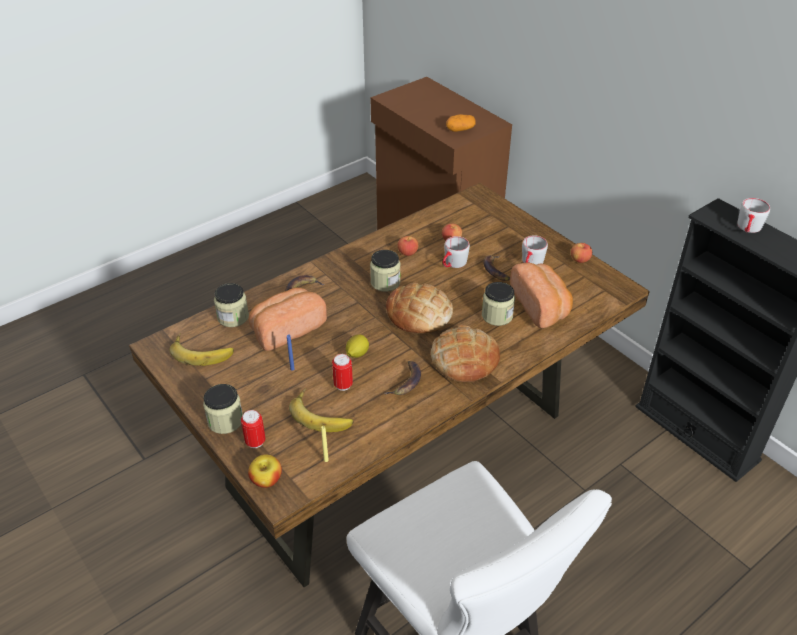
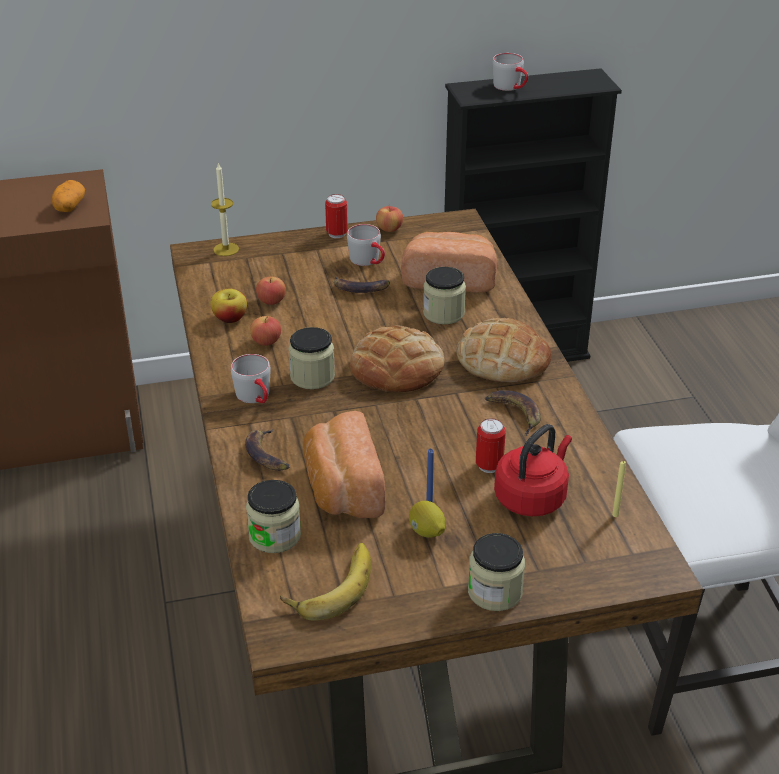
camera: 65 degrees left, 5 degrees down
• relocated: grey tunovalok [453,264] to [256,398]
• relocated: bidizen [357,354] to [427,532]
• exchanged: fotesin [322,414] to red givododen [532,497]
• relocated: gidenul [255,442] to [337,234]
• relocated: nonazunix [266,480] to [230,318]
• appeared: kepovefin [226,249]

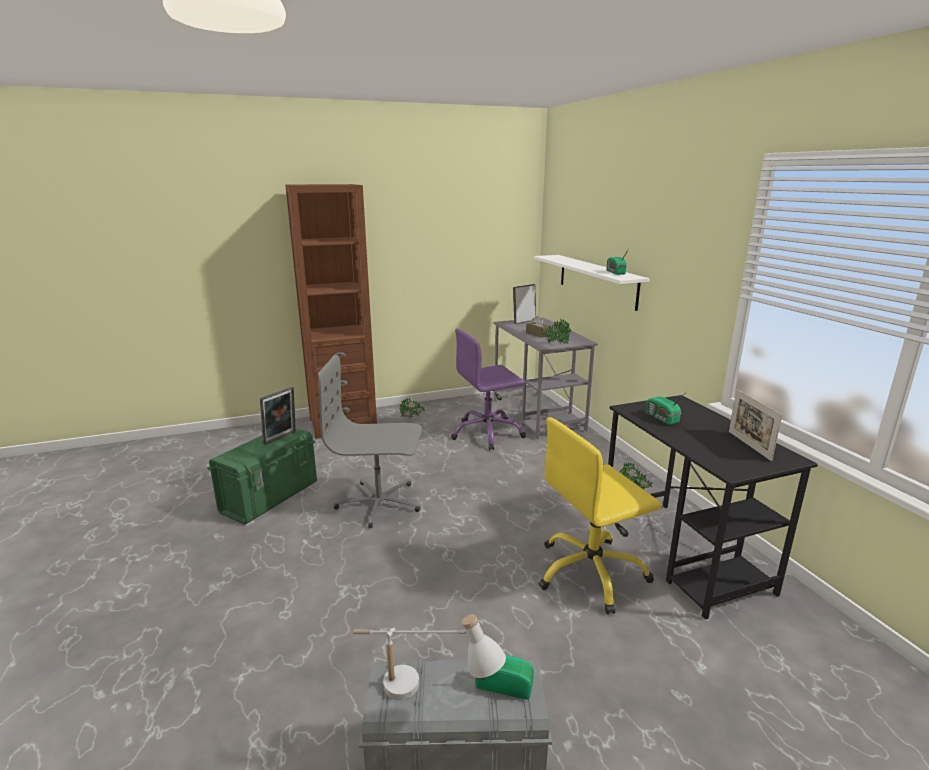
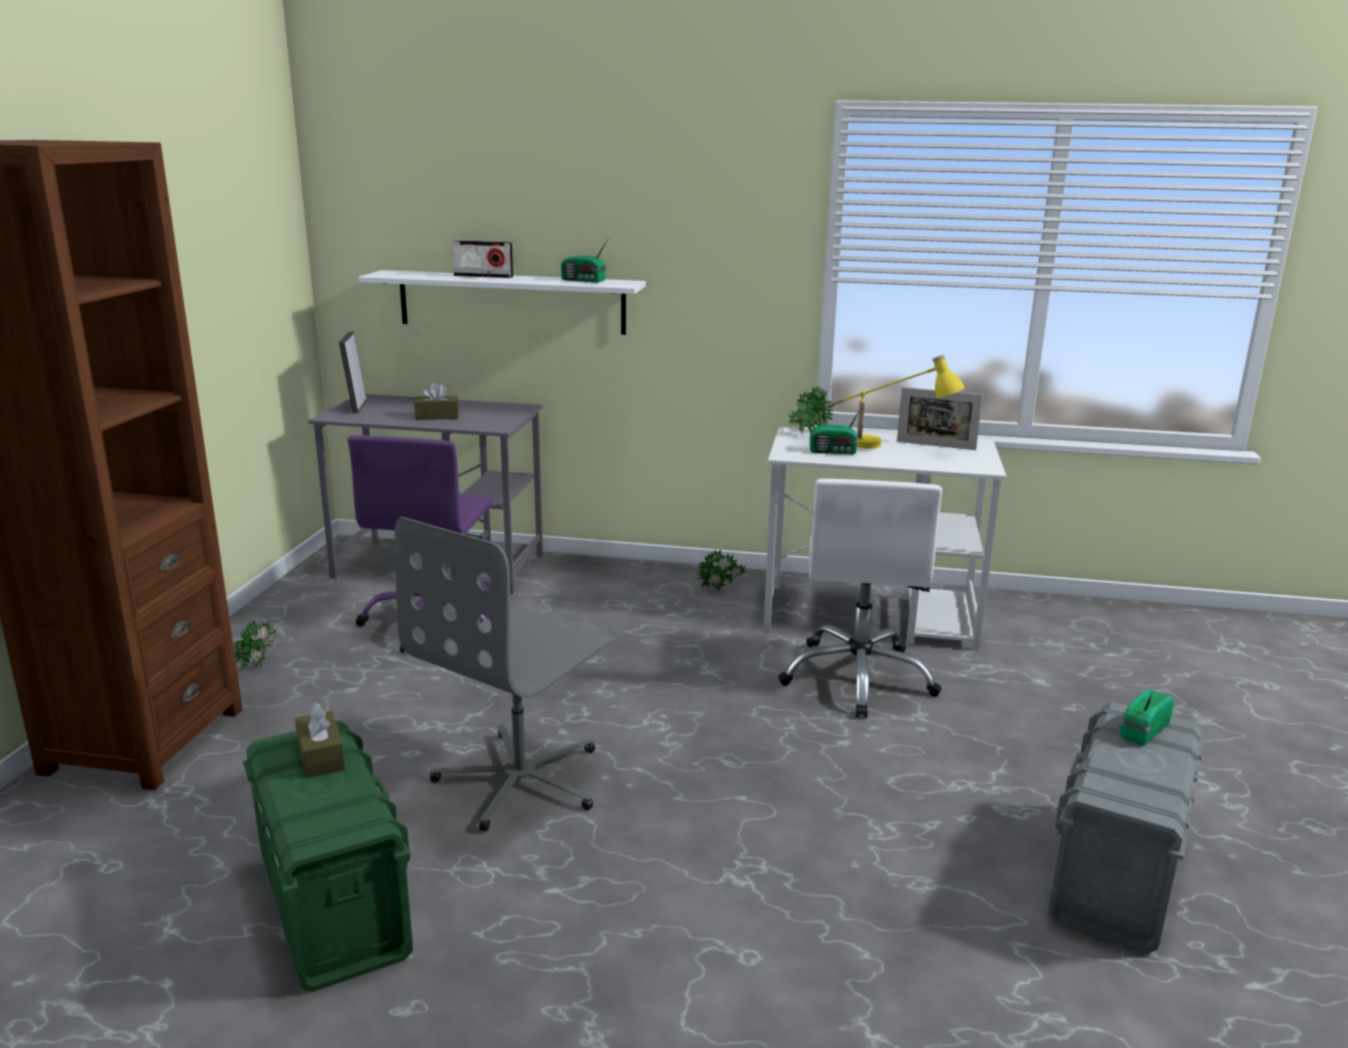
camera: 60 degrees left, 0 degrees up
• relocated: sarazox [556,344] to [808,433]
• exchanged: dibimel [281,438] to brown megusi [321,756]
• colour: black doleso [683,555] to white doleso [872,617]
• colour: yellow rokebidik [591,573] to white rokebidik [858,678]
• missing: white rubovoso [424,696]
• appeared: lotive [483,276]
• appeared: yellow rubovoso [887,447]

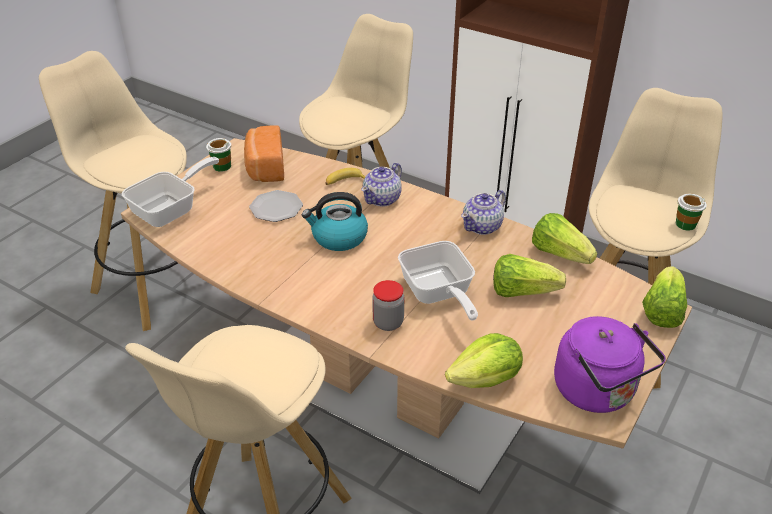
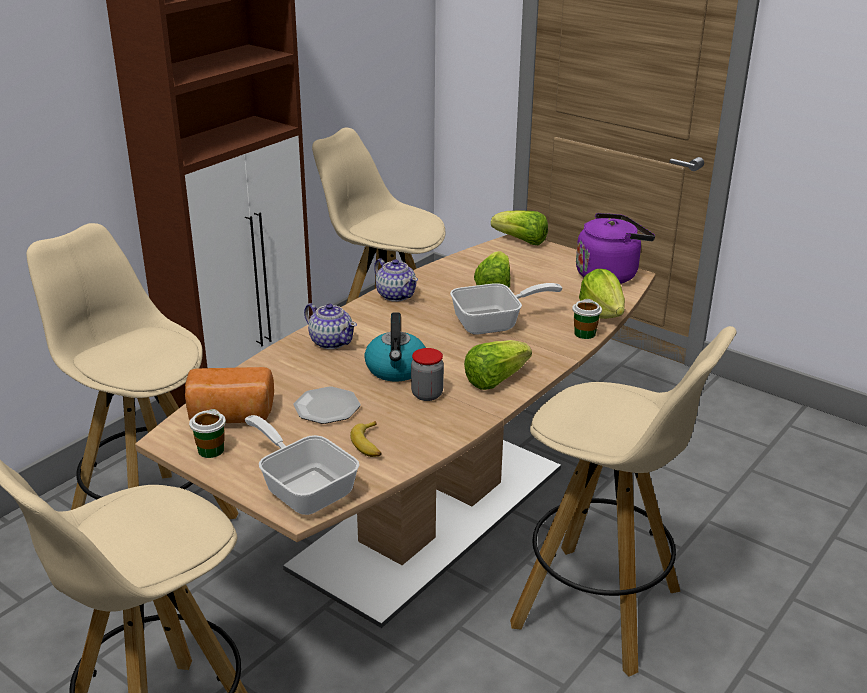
camera: 85 degrees left, 10 degrees down
• relocated: fotesin [344,182] to [369,444]
• relocated: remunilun [685,224] to [584,334]
• relocated: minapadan [559,253] to [495,380]
• relocated: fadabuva [388,322] to [427,394]

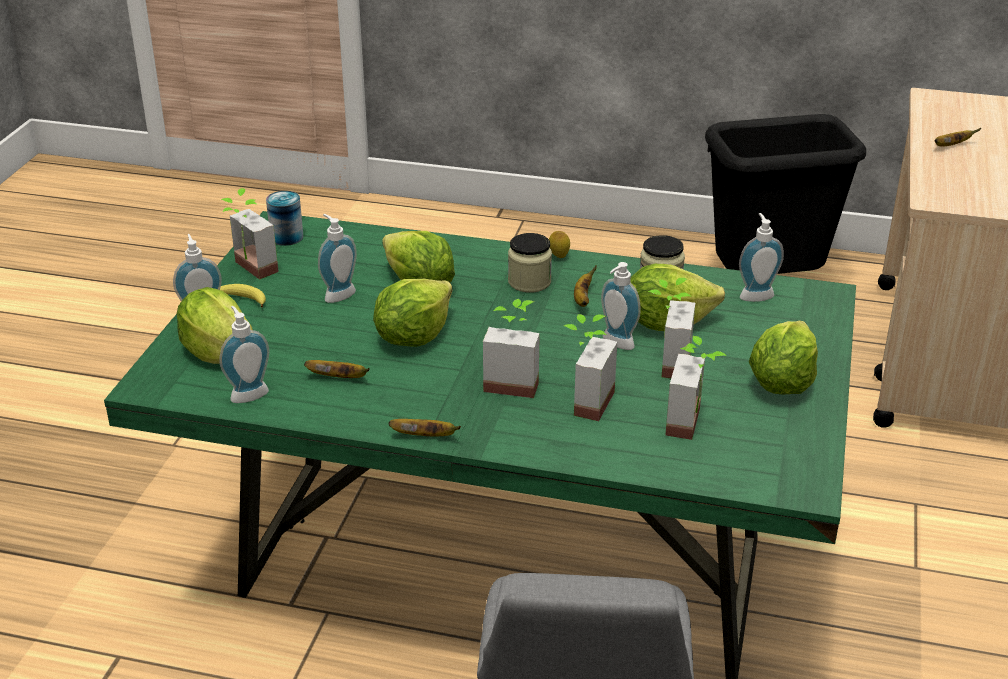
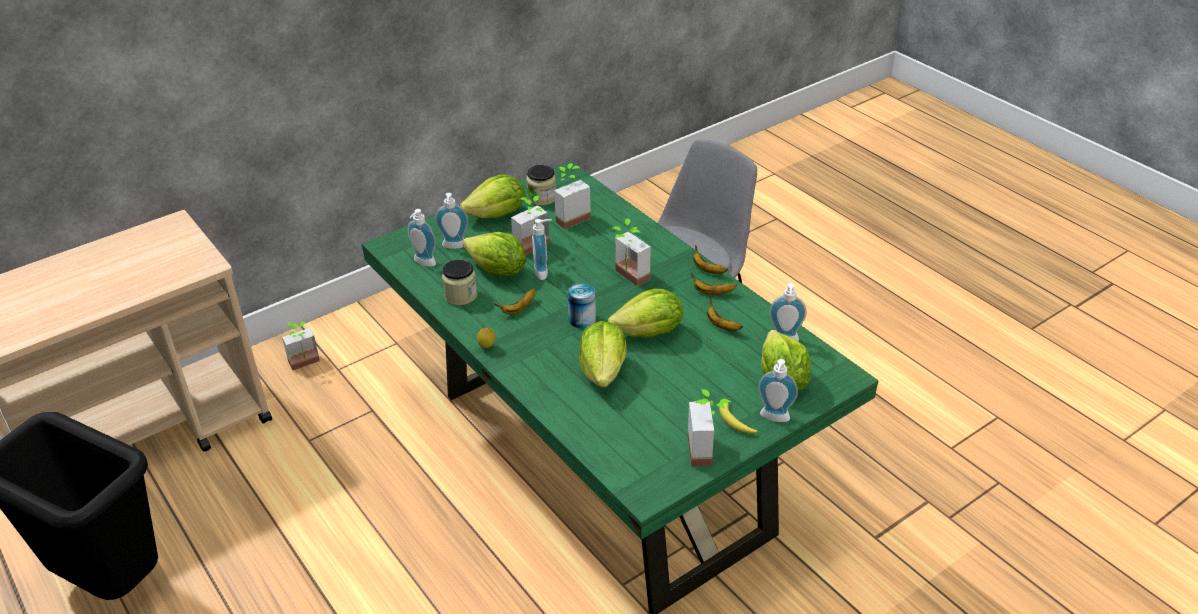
camera: 140 degrees left, 5 degrees up
• relocated: fotesin [951,145] to [712,292]
• relocated: gidenul [286,237] to [582,319]
• relocated: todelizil [337,294] to [454,247]
• relocated: fadabuva [529,282] to [542,198]
• relocated: sarazox [583,401] to [306,365]

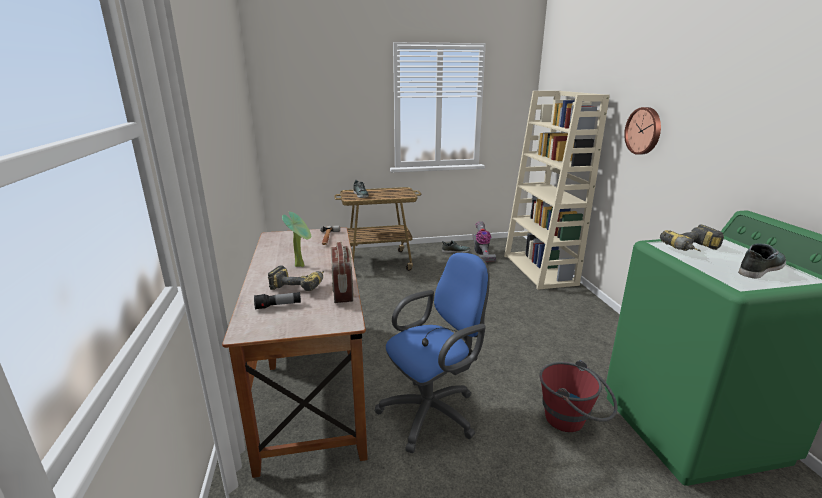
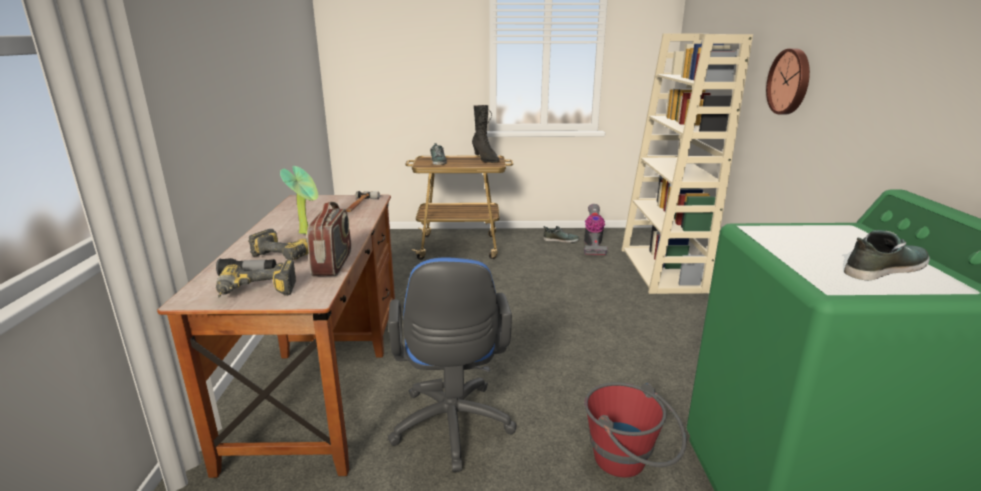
camera: 10 degrees right, 0 degrees up
• relocated: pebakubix [693,250] to [256,294]
• spun: blue rokebidik [433,412] = [452,429] 105 degrees clockwise
• appeared: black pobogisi [485,159]

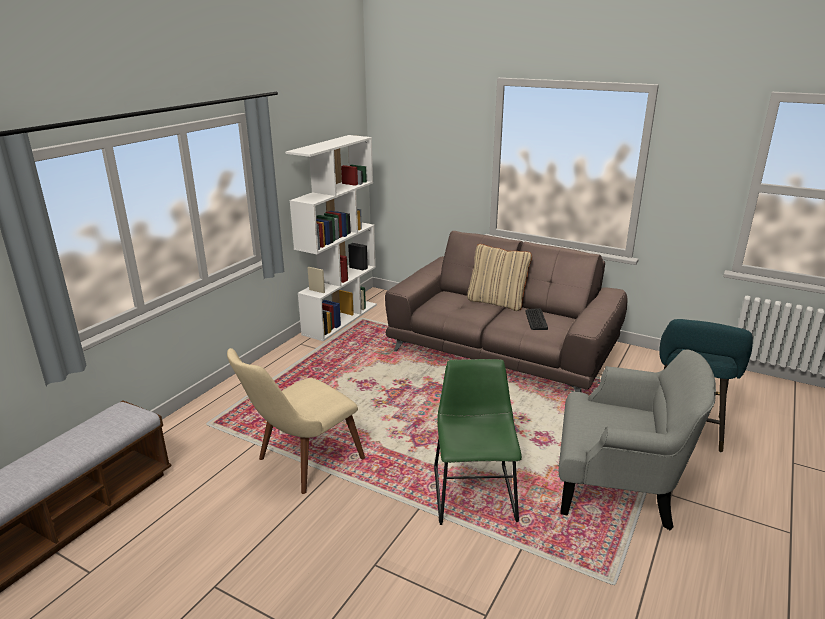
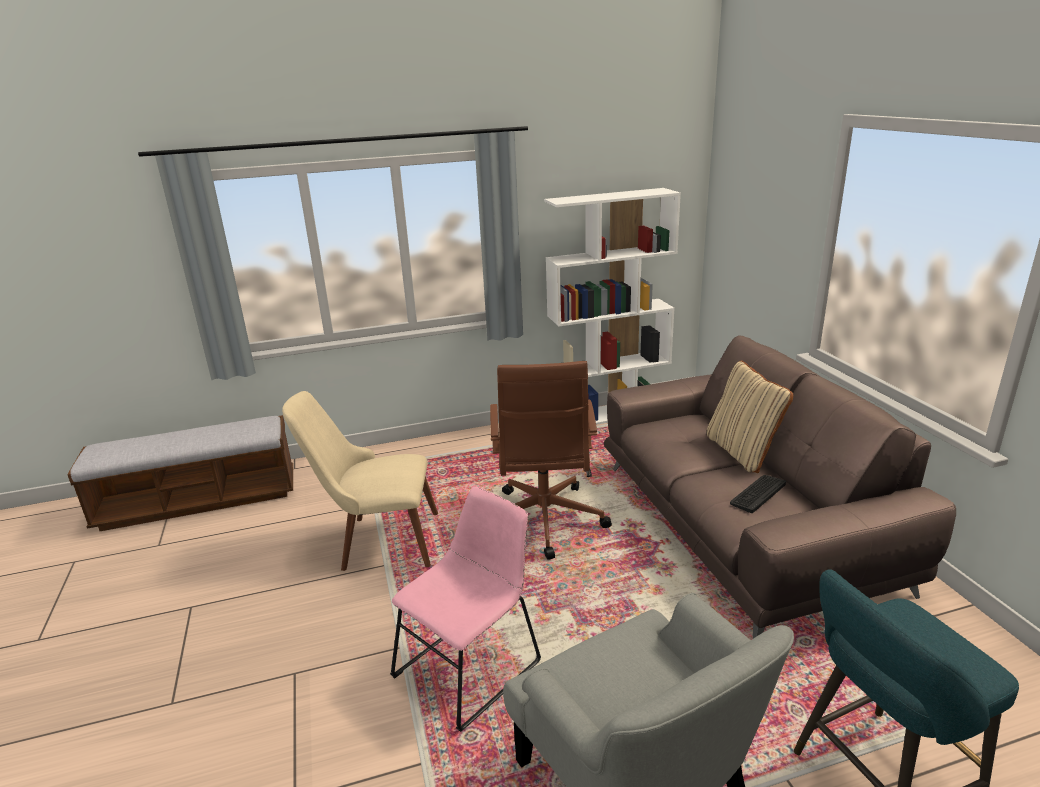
camera: 45 degrees right, 0 degrees up
• colour: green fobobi [473,490] to pink fobobi [472,665]
• appeared: brown rokebidik [544,522]

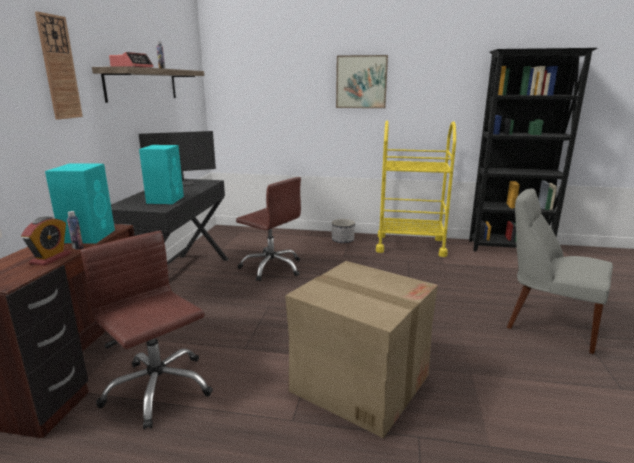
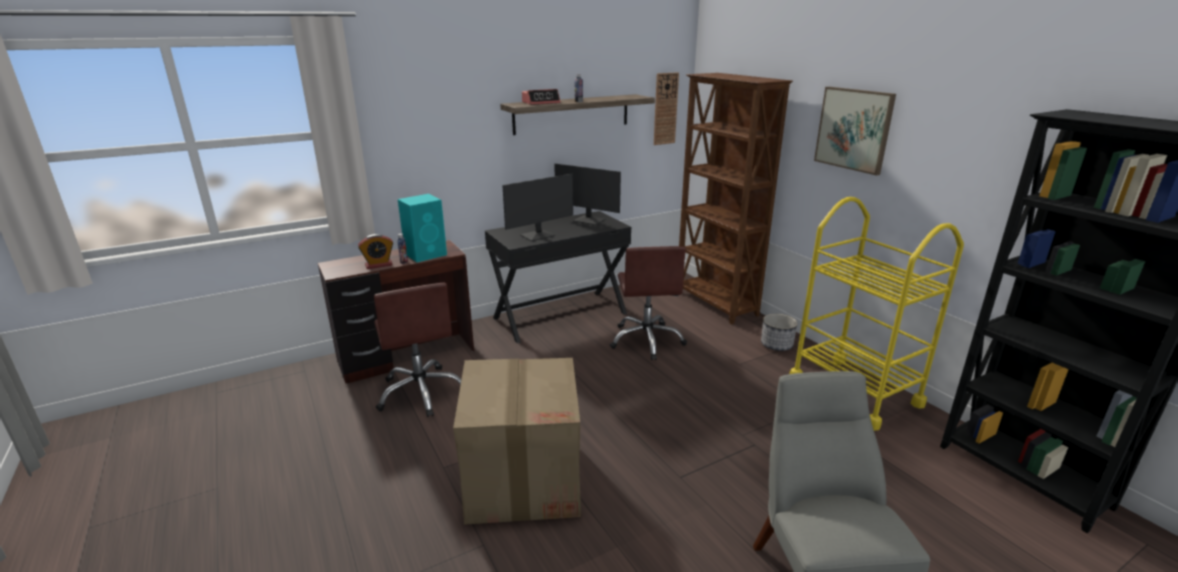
camera: 50 degrees right, 5 degrees up
• relocated: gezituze [59,68] to [665,109]
• exchanged: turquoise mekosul [165,199] to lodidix [538,235]
• spun: brown rokebidik [158,389] = [421,392] 150 degrees clockwise
• appeared: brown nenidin [715,304]

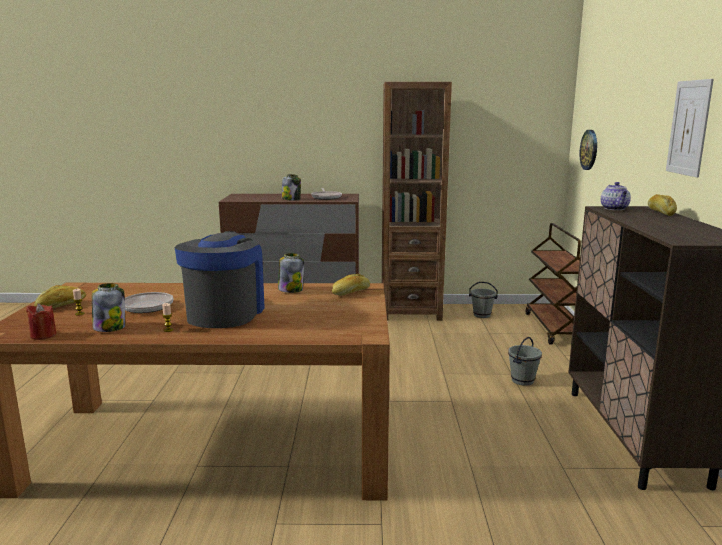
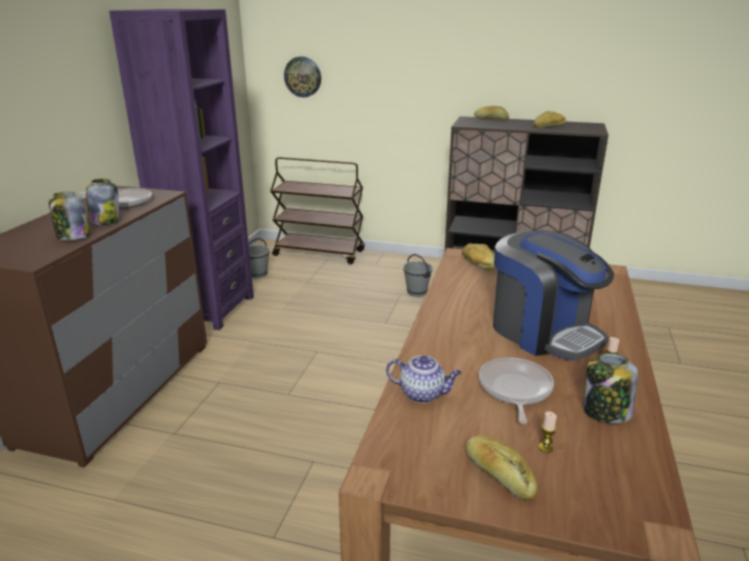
camera: 75 degrees left, 10 degrees up
• missing: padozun [689,128]
• colour: brown nenidin [410,312] to purple nenidin [210,308]
• relocated: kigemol [614,209] to [423,393]
• spun: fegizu [225,313] = [543,332] 150 degrees counterclockwise
• relocated: fadabuva [290,290] to [73,237]
• missing: red kepovefin [43,335]
• appeared: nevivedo [549,126]

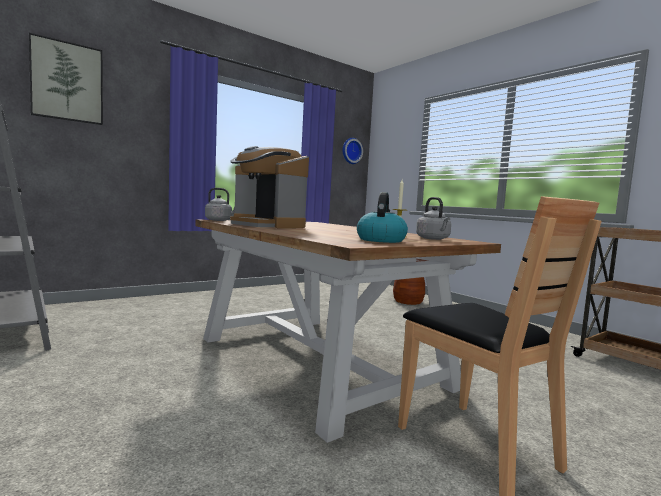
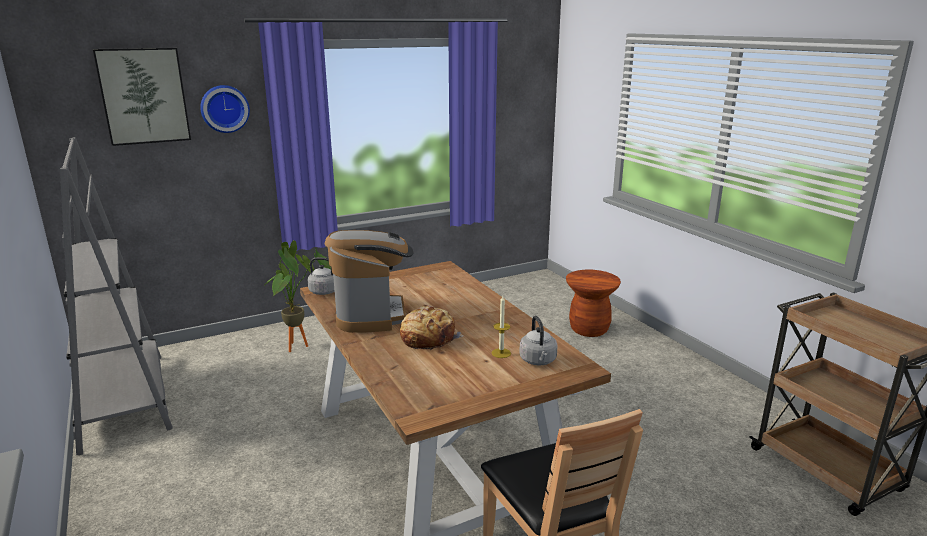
camera: 10 degrees right, 15 degrees up
• relocated: gezituze [351,151] to [224,108]
• spun: fegizu [267,225] = [371,314] 150 degrees counterclockwise
• missing: givododen [380,240]
• appeared: sarazox [300,345]
• appeared: nevivedo [428,337]

